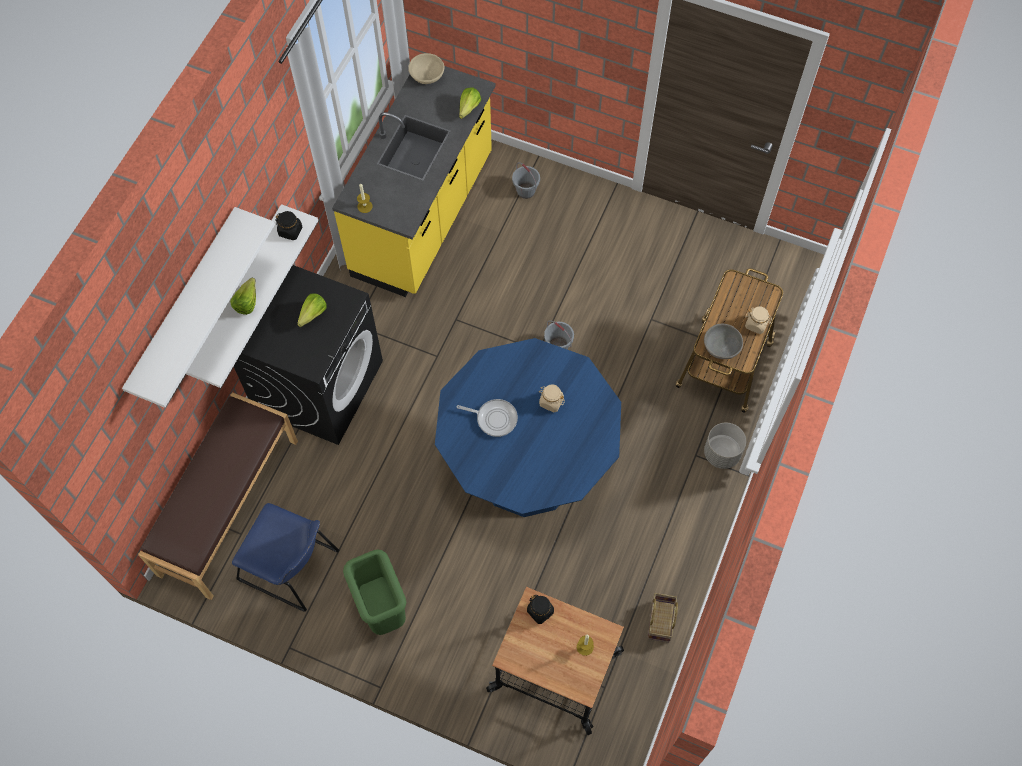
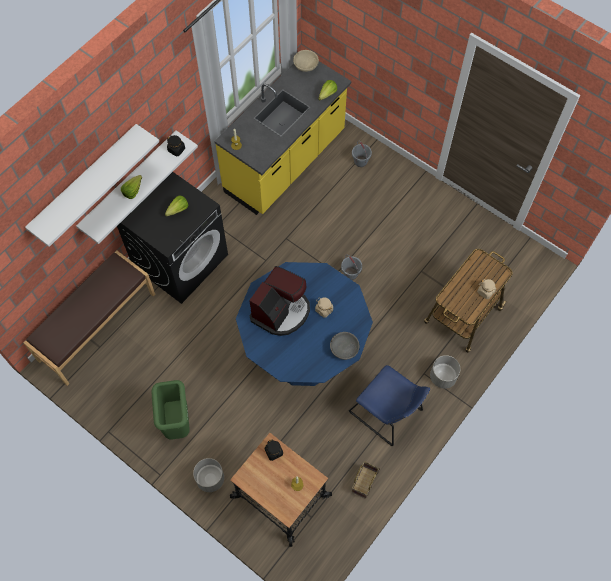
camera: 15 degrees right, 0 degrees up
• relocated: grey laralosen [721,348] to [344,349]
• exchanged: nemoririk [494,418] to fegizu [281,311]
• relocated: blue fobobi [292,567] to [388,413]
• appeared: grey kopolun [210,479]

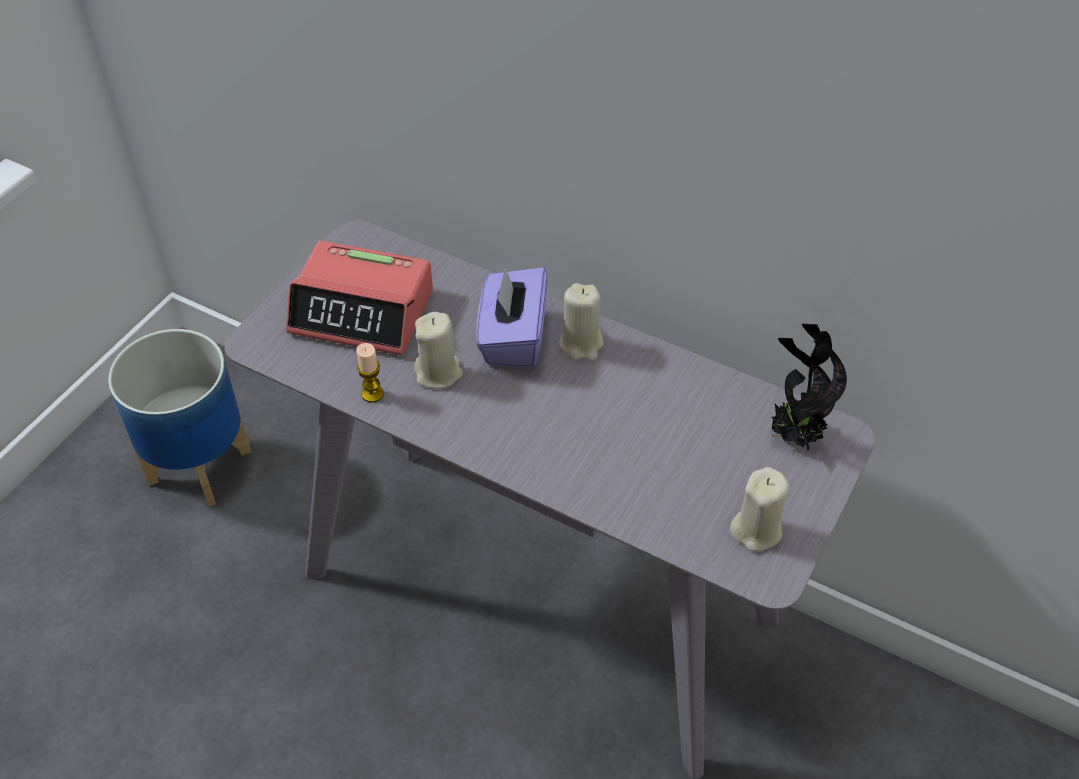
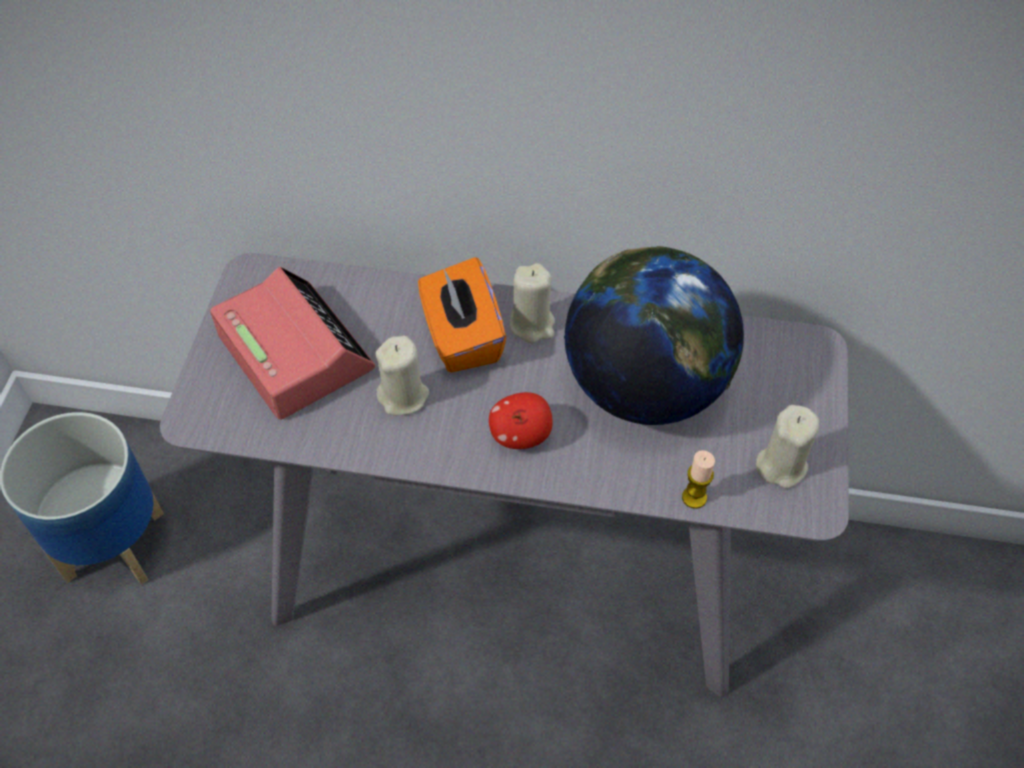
camera: 20 degrees left, 5 degrees up
• spun: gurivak [363,311] = [294,352] 120 degrees counterclockwise
• colour: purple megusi [512,338] to orange megusi [462,337]
• missing: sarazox [792,436]
• relocated: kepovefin [372,394] to [694,497]
• appeared: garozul [645,388]
• appeared: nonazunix [521,436]

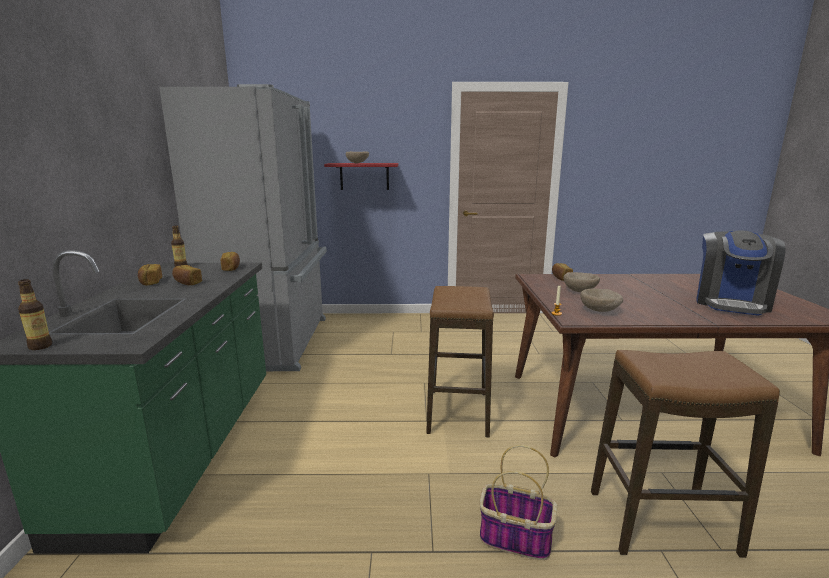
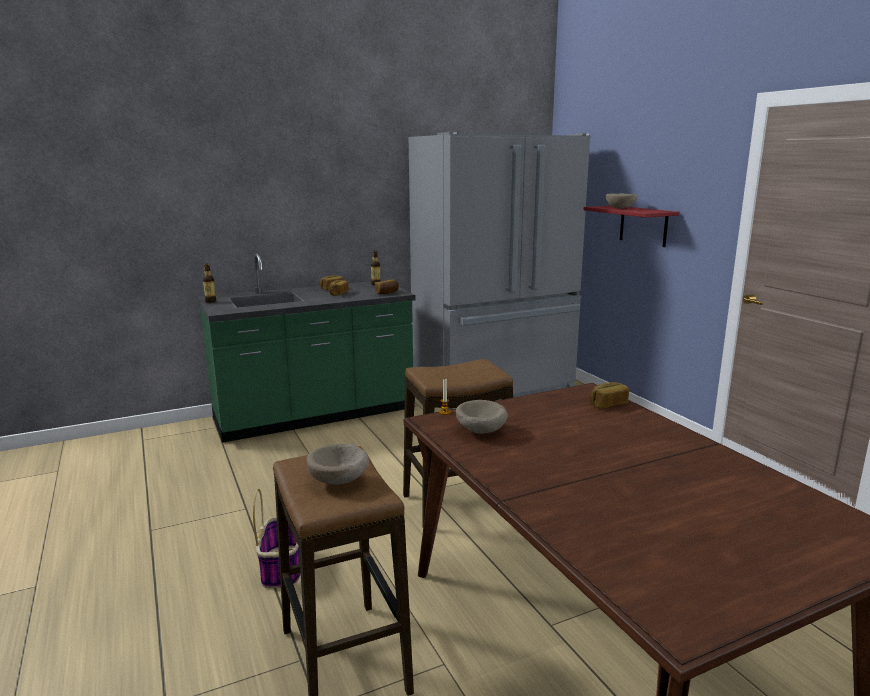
camera: 65 degrees right, 0 degrees up
• missing: fegizu [731,303]
• relocated: beige laralosen [580,291] to [339,481]

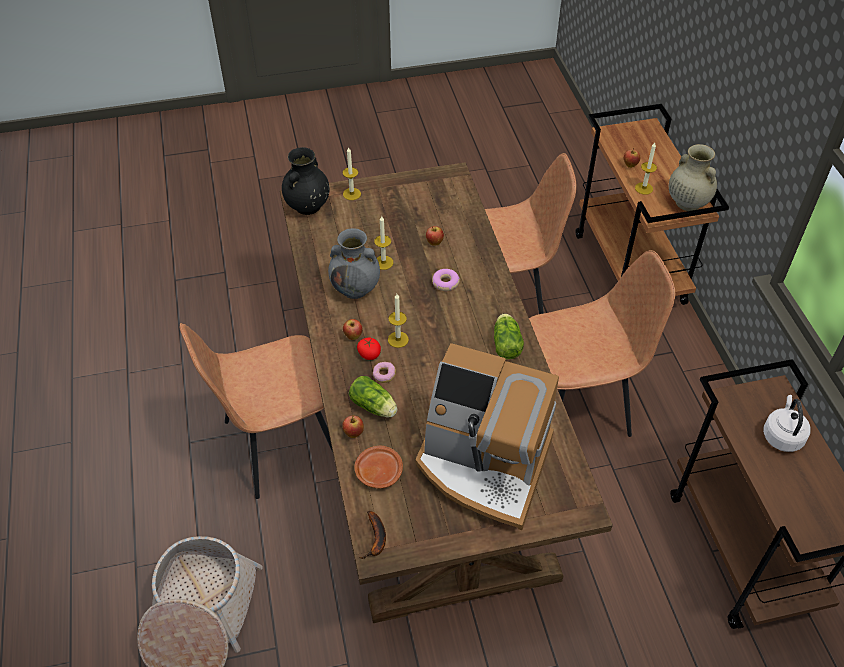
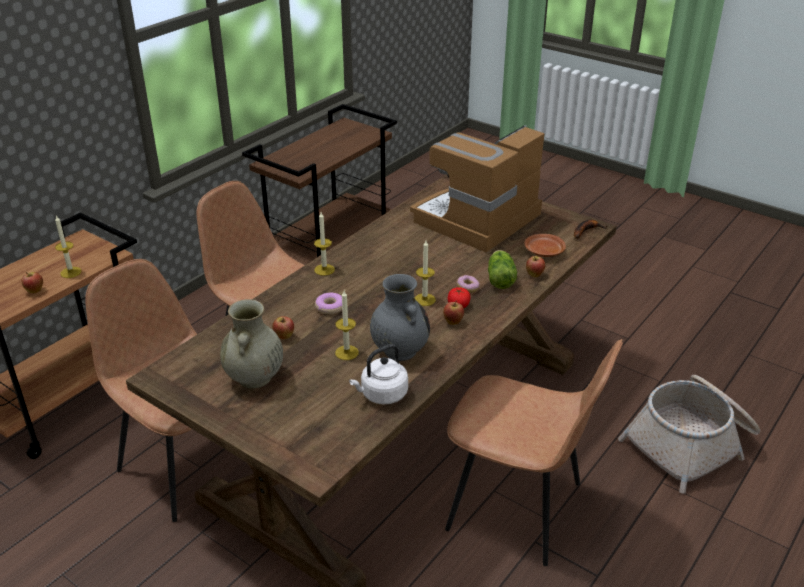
camera: 130 degrees left, 15 degrees down
• relocated: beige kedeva [687,202] to [254,378]
• missing: black kedeva [307,207]
• relocated: kepovefin [352,194] to [324,270]
• missing: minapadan [506,343]
• spun: fegizu [483,465] = [477,219] 120 degrees counterclockwise
• relocated: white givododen [782,435] to [382,395]

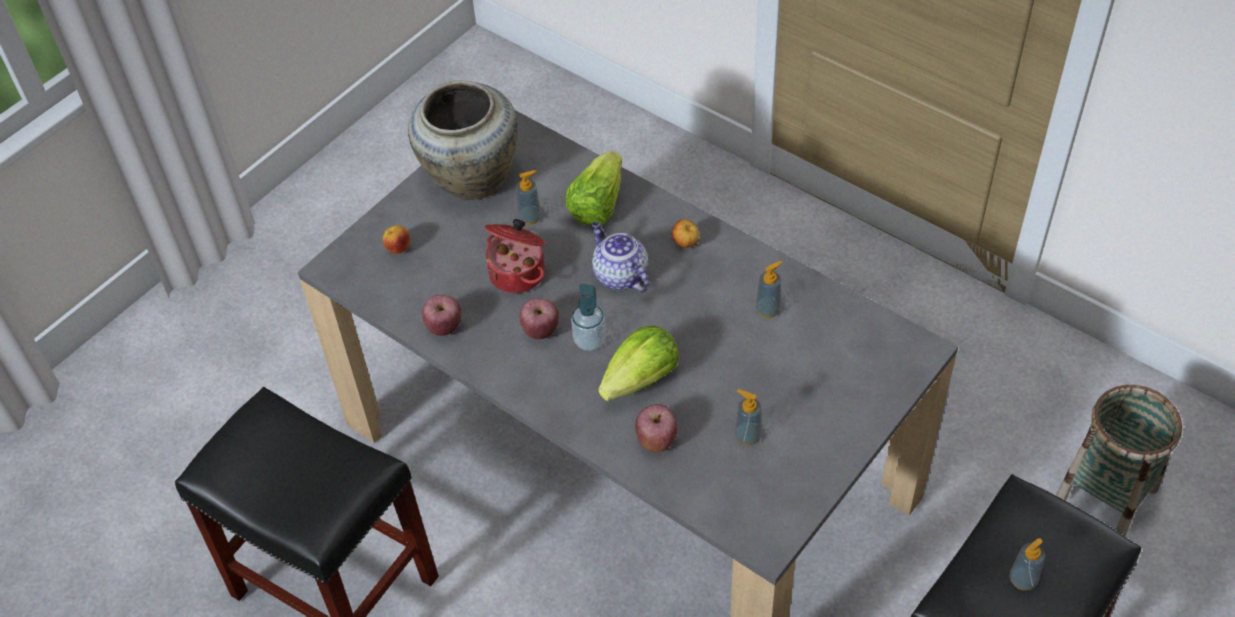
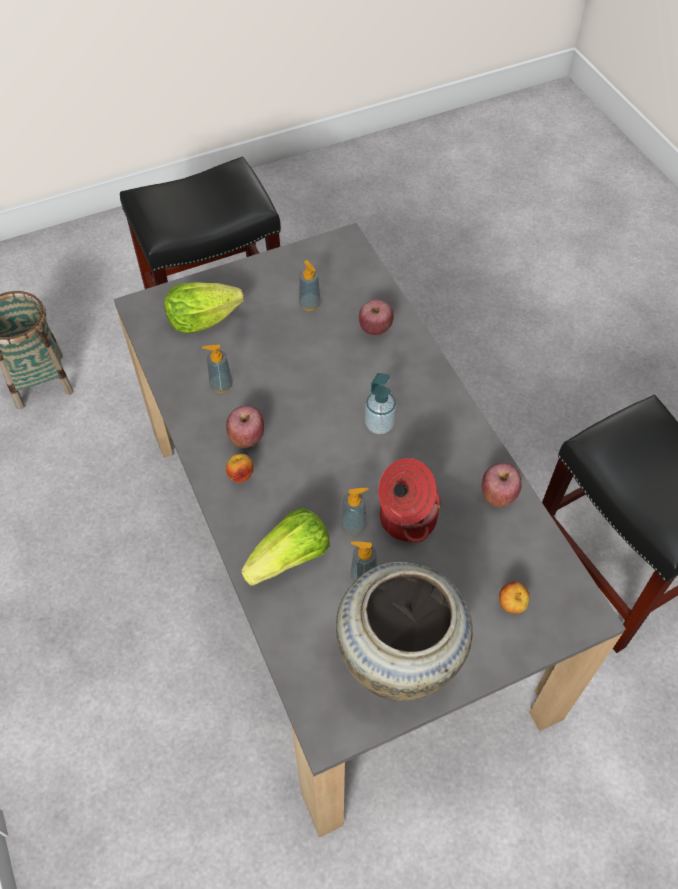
camera: 155 degrees left, 5 degrees up
• missing: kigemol [619,275]
• relocated: nonazunix [541,330] to [246,437]
• relocated: minapadan [641,380] to [202,320]
• relocated: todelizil [1022,580] to [353,525]

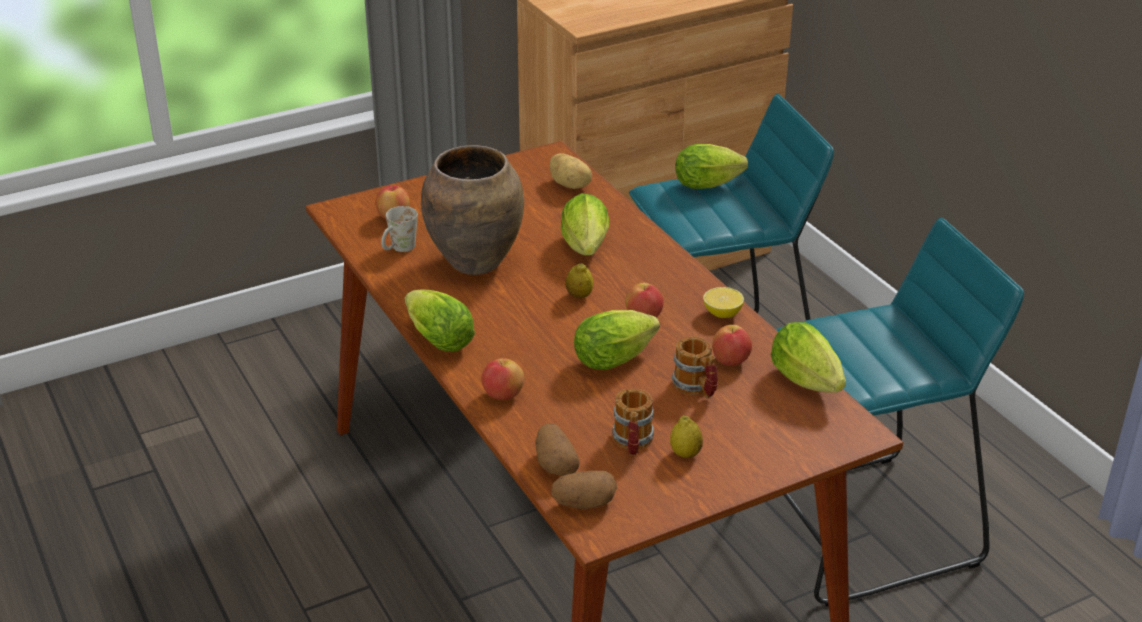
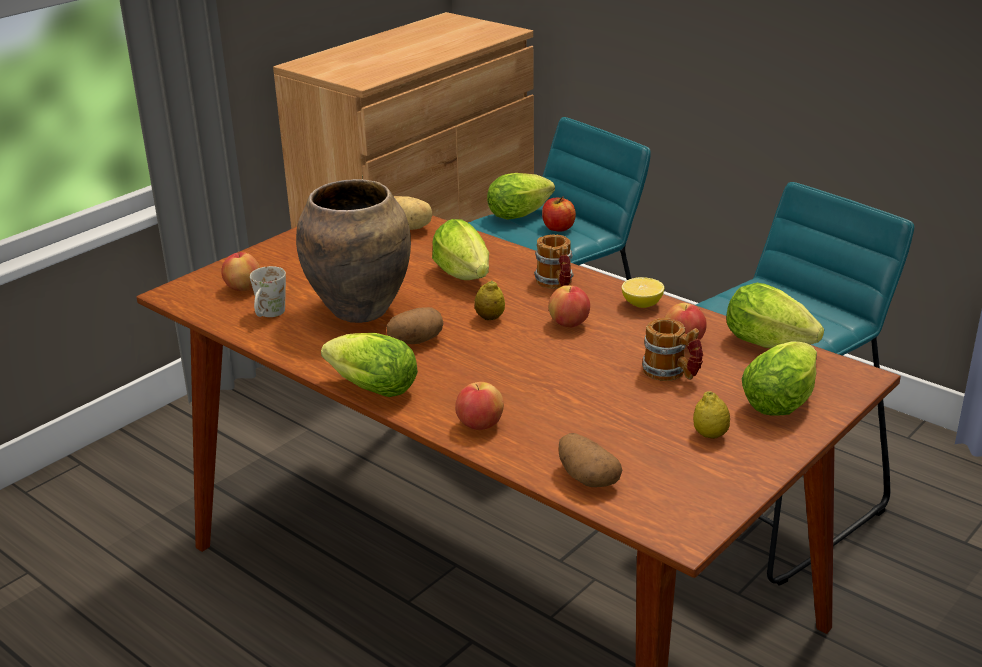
camera: 20 degrees left, 5 degrees down
• relocated: minapadan [617,358] to [782,400]
• relocated: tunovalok [632,443] to [556,284]
• relocated: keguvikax [584,503] to [416,341]
• appeared: nonazunix [558,228]

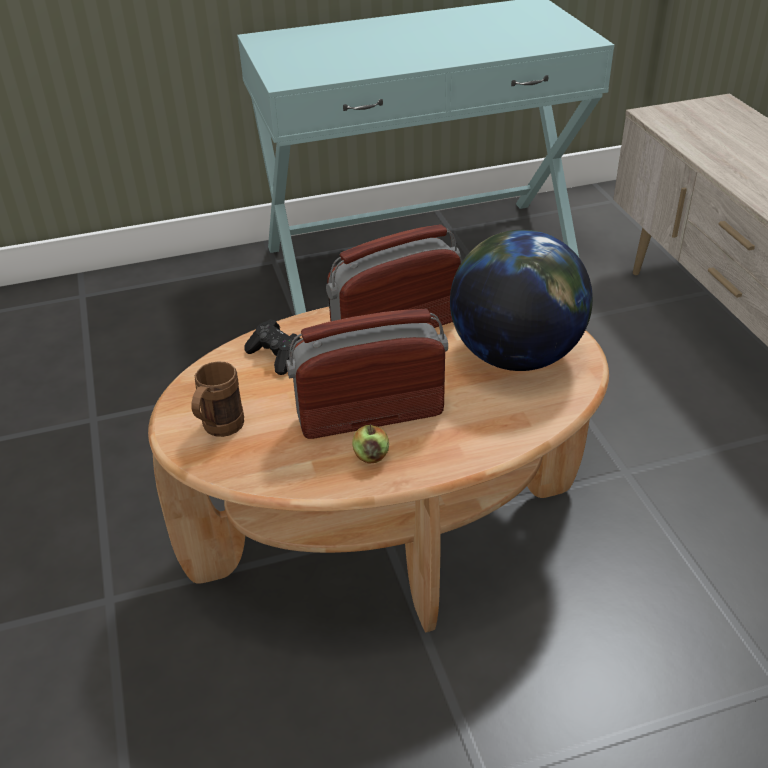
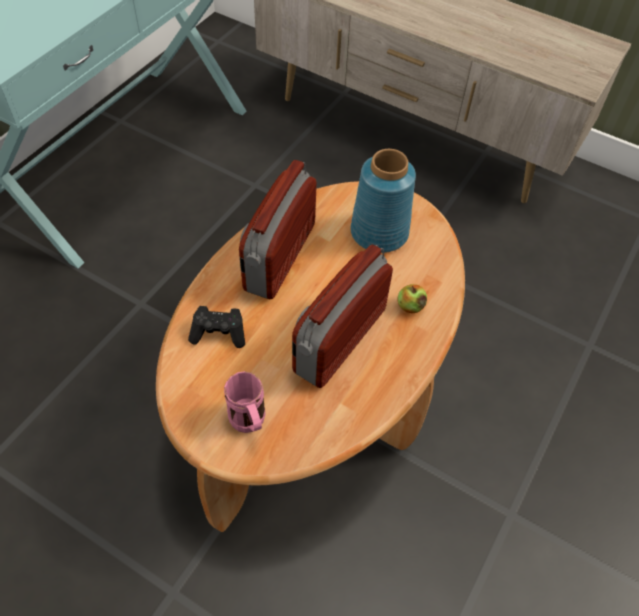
camera: 45 degrees left, 15 degrees up
• exchanged: garozul [515,355] to blue kedeva [378,232]
• colour: brown tunovalok [218,430] to pink tunovalok [249,424]
• relocated: nonazunix [371,456] to [410,306]

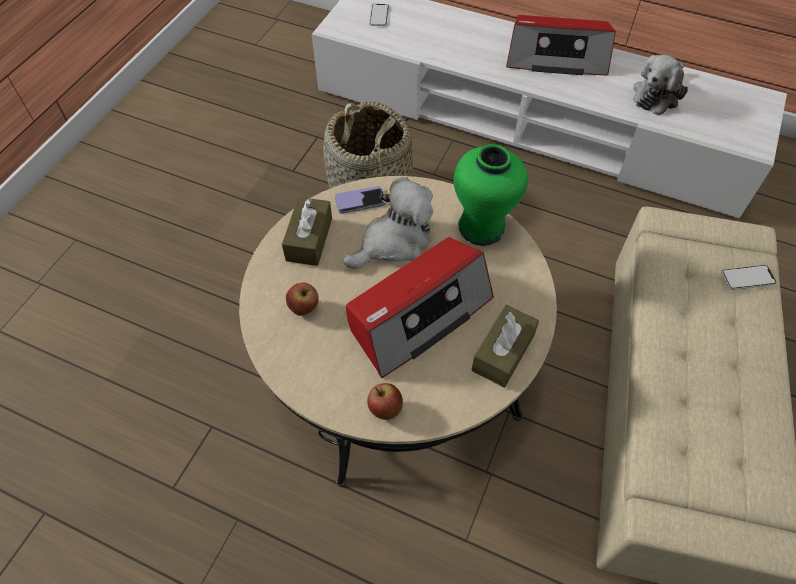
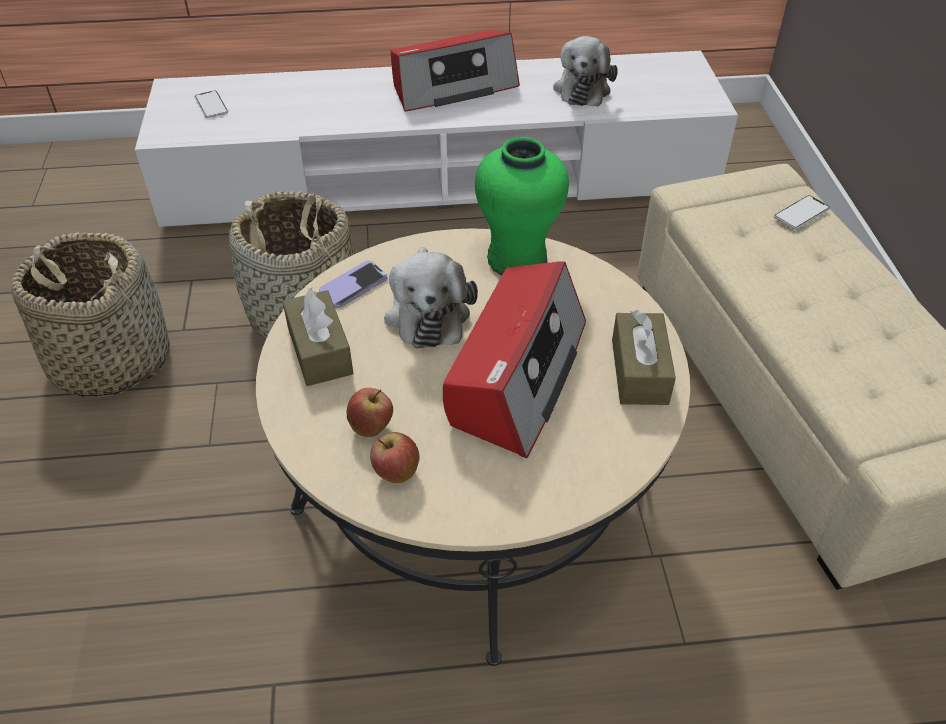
camera: 30 degrees left, 10 degrees down
• spun: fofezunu [393,242] = [427,312] 150 degrees clockwise
• relocated: nonazunix [385,409] to [396,473]
• appeared: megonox [110,359]

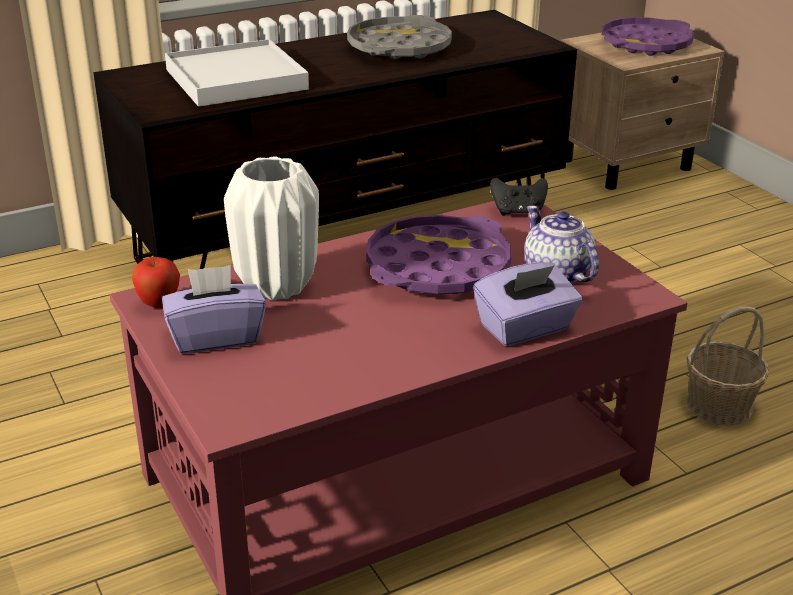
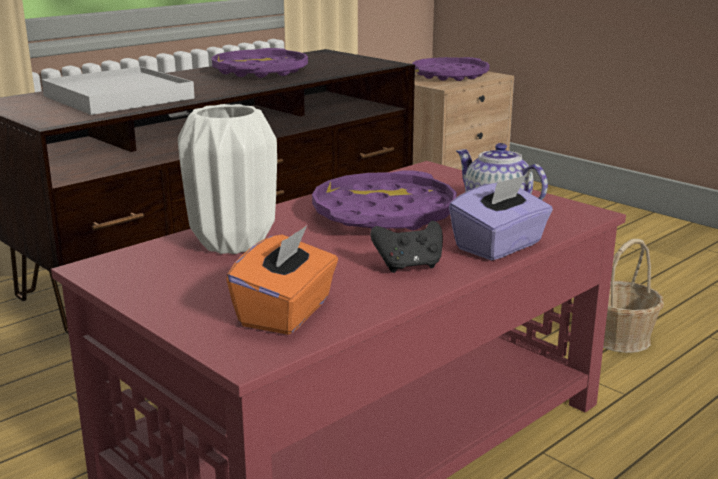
camera: 15 degrees left, 10 degrees down
• colour: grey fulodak [399,48] to purple fulodak [260,72]
• relocated: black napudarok [518,212] to [409,266]
• missing: nonazunix [159,304]
• missing: purple megusi [216,337]
• appeared: orange megusi [287,313]

